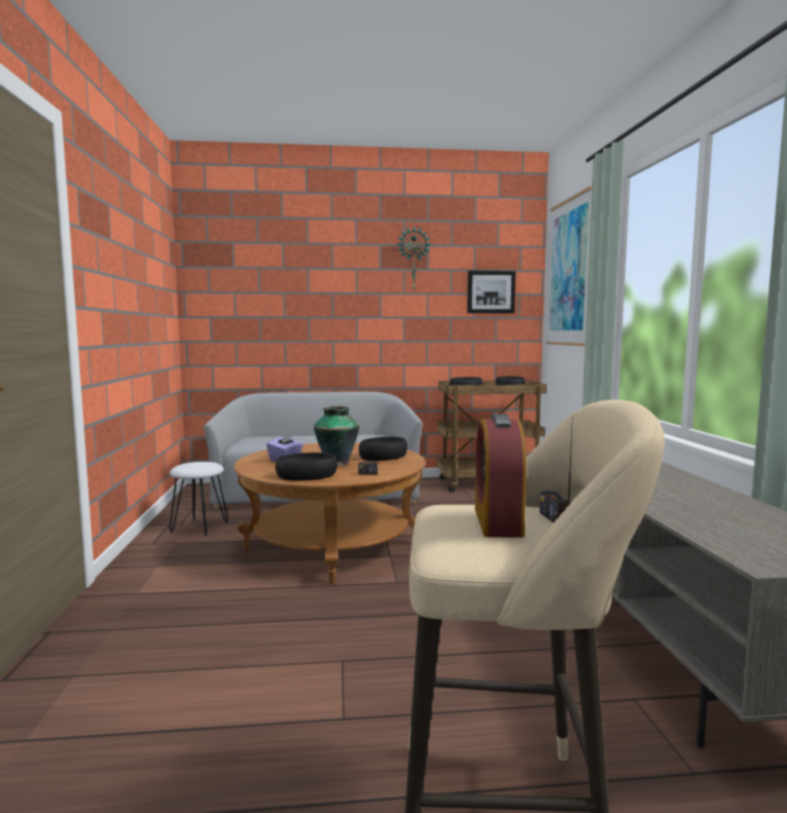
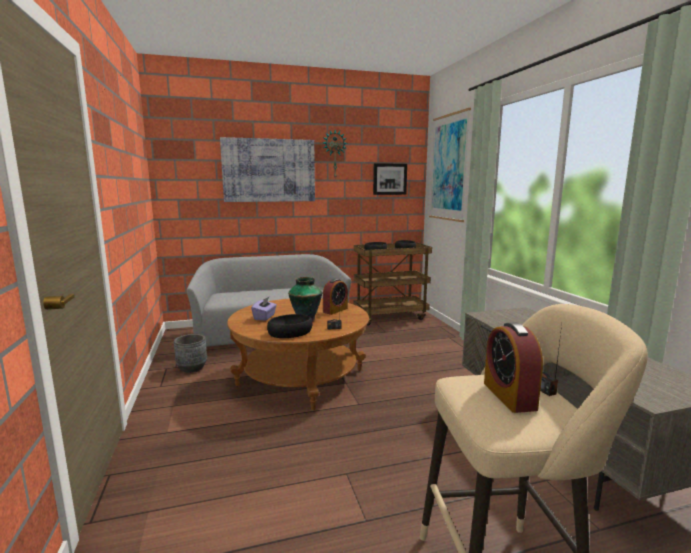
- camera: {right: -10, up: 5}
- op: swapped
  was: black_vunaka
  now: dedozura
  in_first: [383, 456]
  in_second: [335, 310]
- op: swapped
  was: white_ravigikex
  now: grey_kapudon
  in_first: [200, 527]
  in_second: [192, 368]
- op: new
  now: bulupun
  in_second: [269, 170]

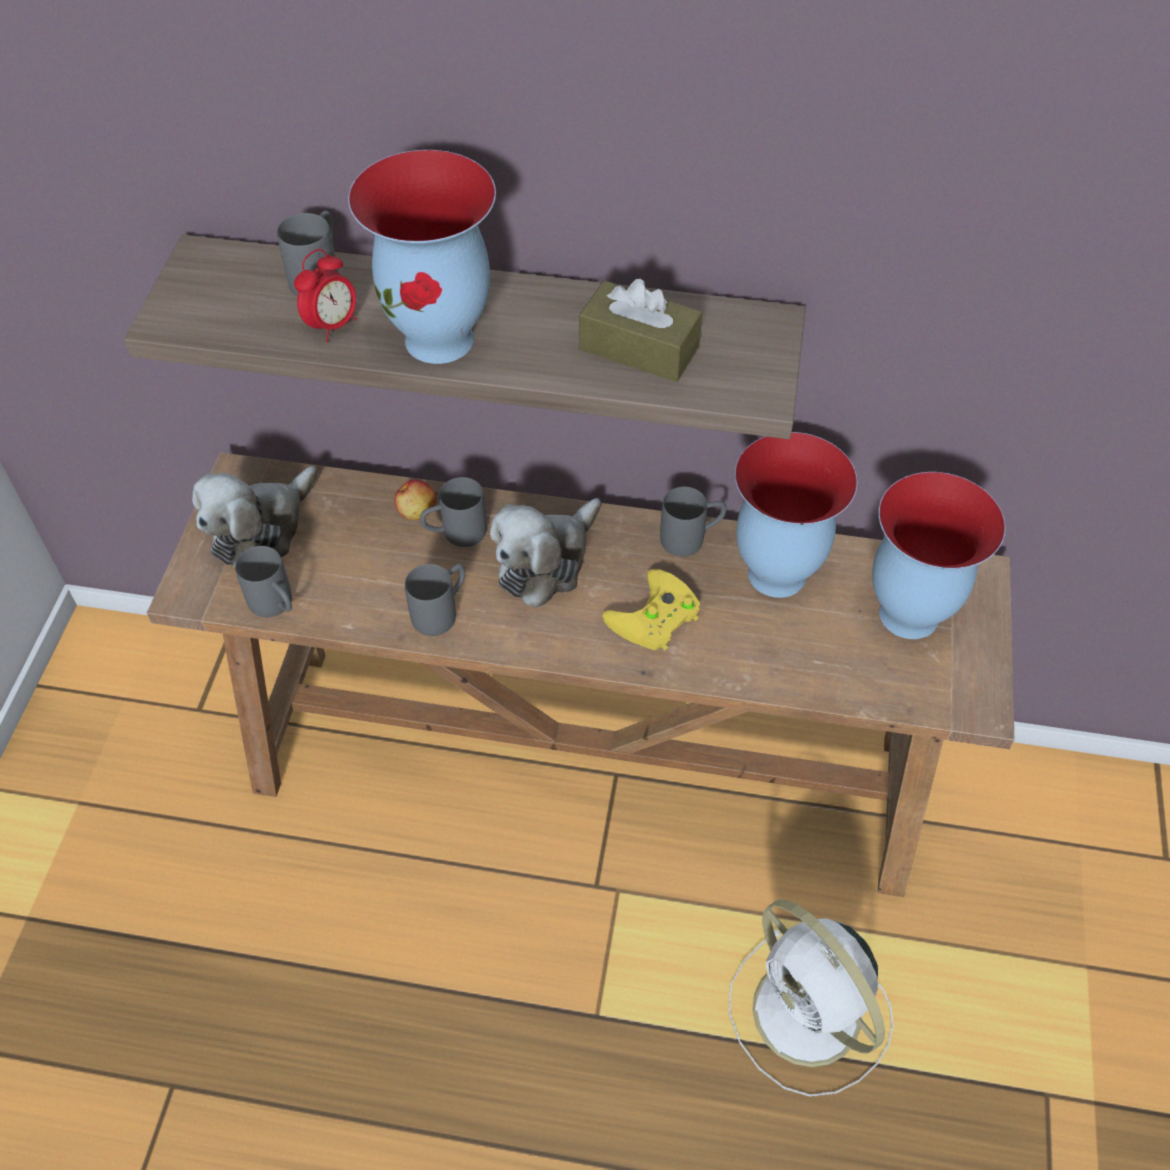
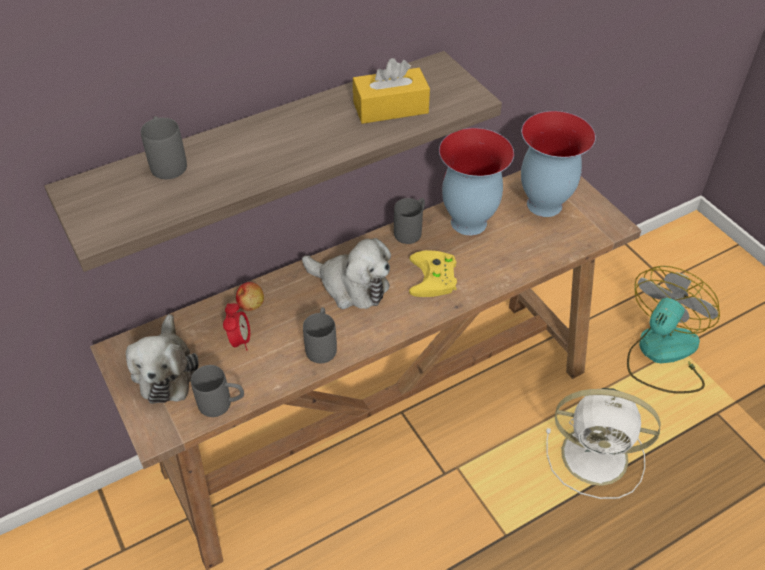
- camera: {right: -40, up: -5}
- op: gone
  was: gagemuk
  in_first: [442, 339]
- op: shifted
  was: dedozura
  in_first: [332, 326]
  in_second: [240, 341]
- op: repainted
  was: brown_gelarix
  now: yellow_gelarix
  in_first: [639, 348]
  in_second: [390, 108]
- op: gone
  was: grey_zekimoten
  in_first: [455, 534]
- op: rotated
  was: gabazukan
  in_first: [546, 562]
  in_second: [351, 286]
  clockwise: -60
- op: new
  now: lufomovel
  in_second: [661, 354]

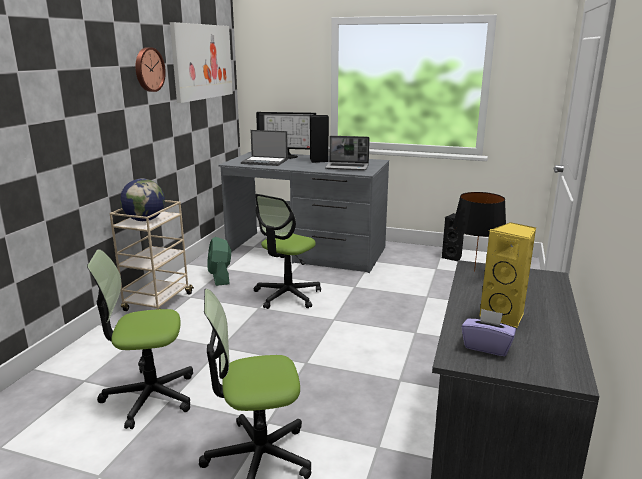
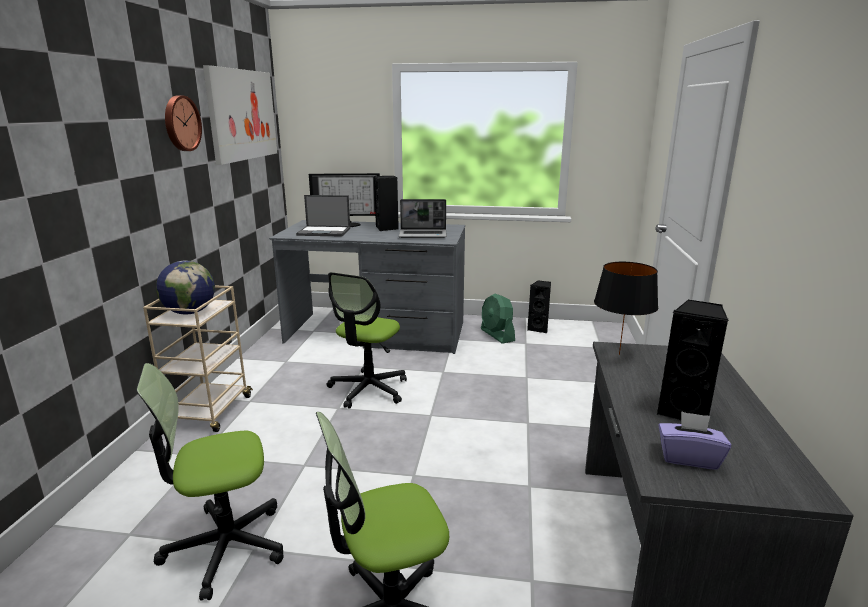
- camera: {right: -10, up: 0}
- op: repainted
  was: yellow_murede
  now: black_murede
  in_first: [504, 316]
  in_second: [684, 411]
- op: shifted
  was: green_lufomovel
  in_first: [220, 277]
  in_second: [497, 335]

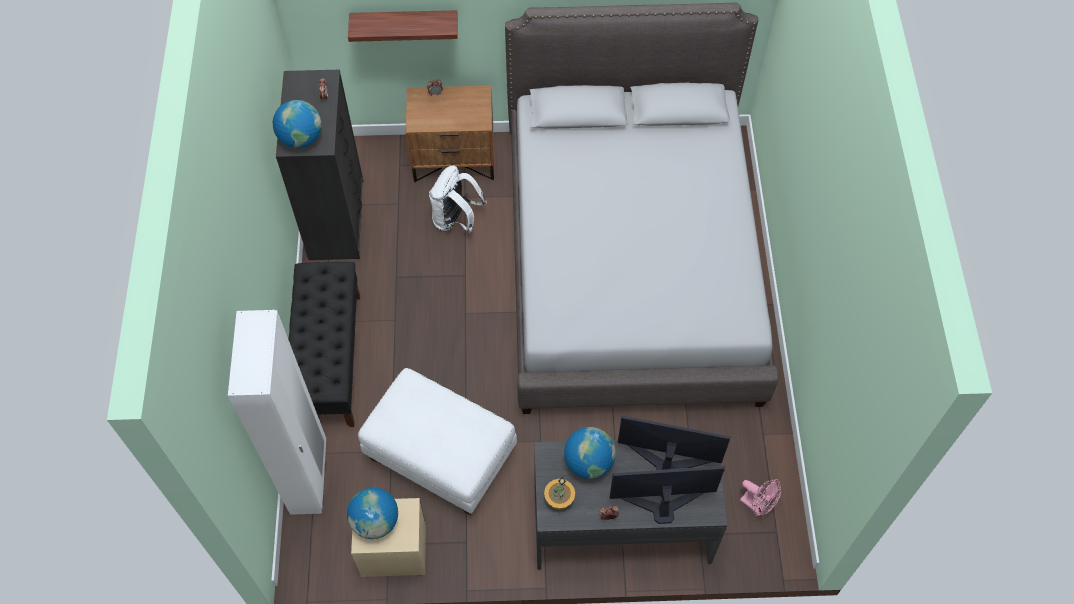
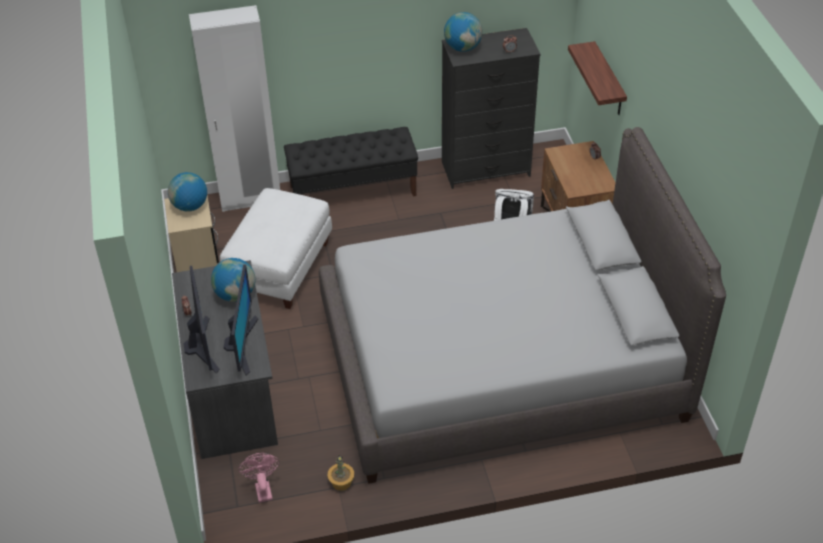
- camera: {right: 80, up: -15}
- op: shifted
  was: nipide
  in_first: [559, 499]
  in_second: [341, 482]
- op: rotated
  was: pink_lufomovel
  in_first: [757, 505]
  in_second: [262, 488]
  clockwise: 135

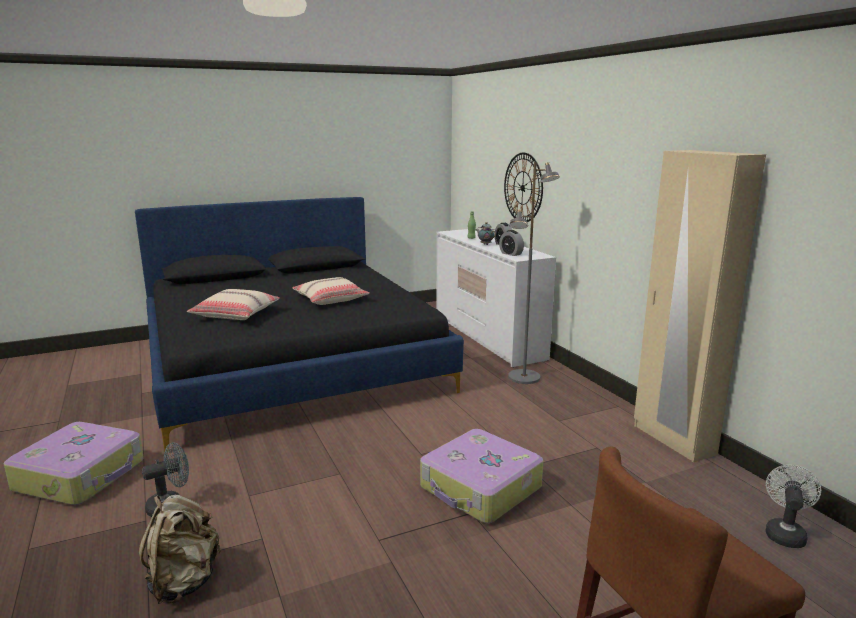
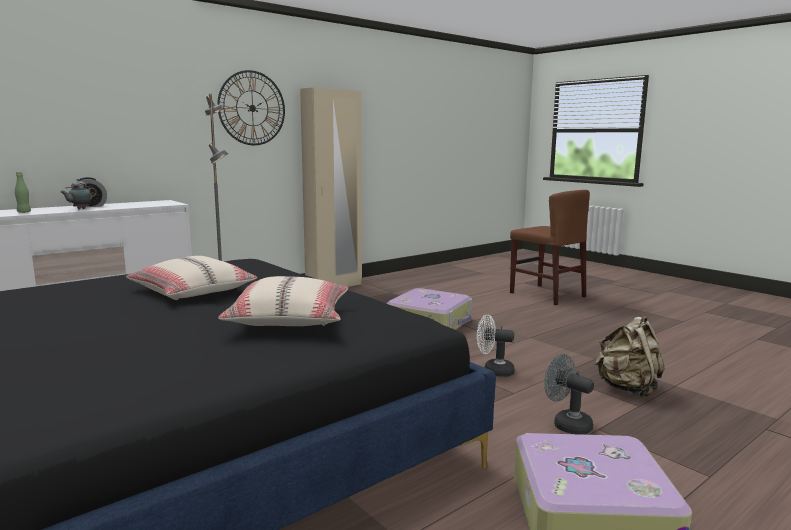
- camera: {right: -105, up: -5}
- op: shifted
  was: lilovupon
  in_first: [523, 188]
  in_second: [252, 108]
- op: gone
  was: dedozura
  in_first: [511, 254]
- op: shifted
  was: white_lufomovel
  in_first: [784, 533]
  in_second: [493, 371]

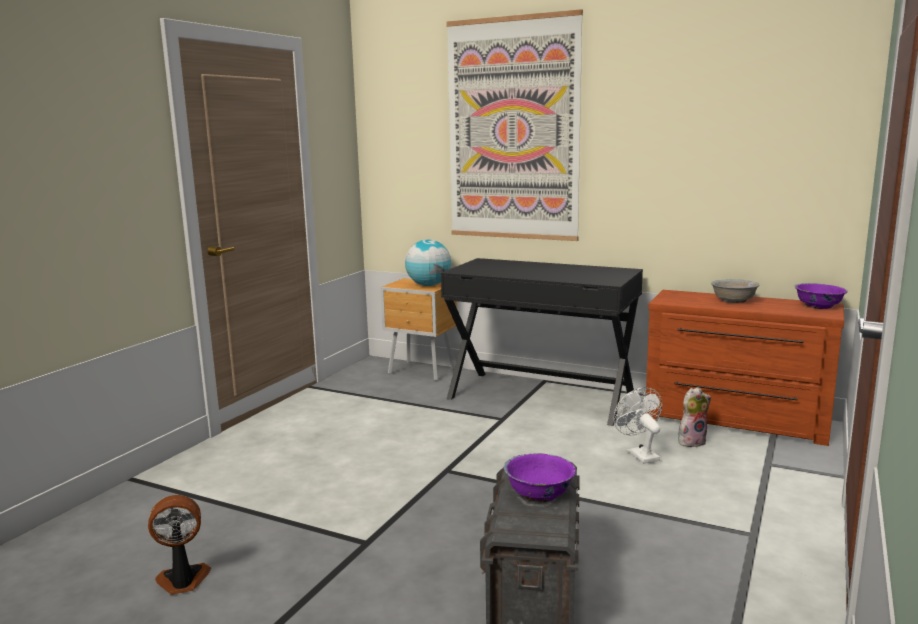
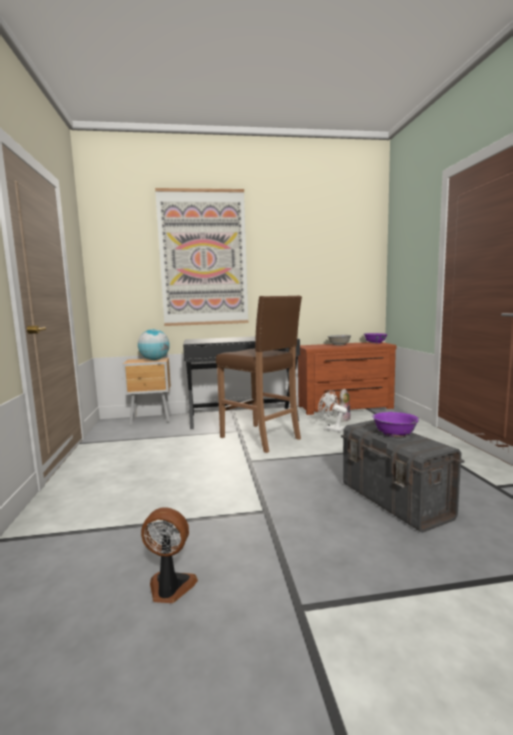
- camera: {right: -35, up: -5}
- op: rotated
  was: lufomovel
  in_first: [183, 581]
  in_second: [170, 588]
  clockwise: 60
- op: new
  now: brown_ravigikex
  in_second: [260, 438]

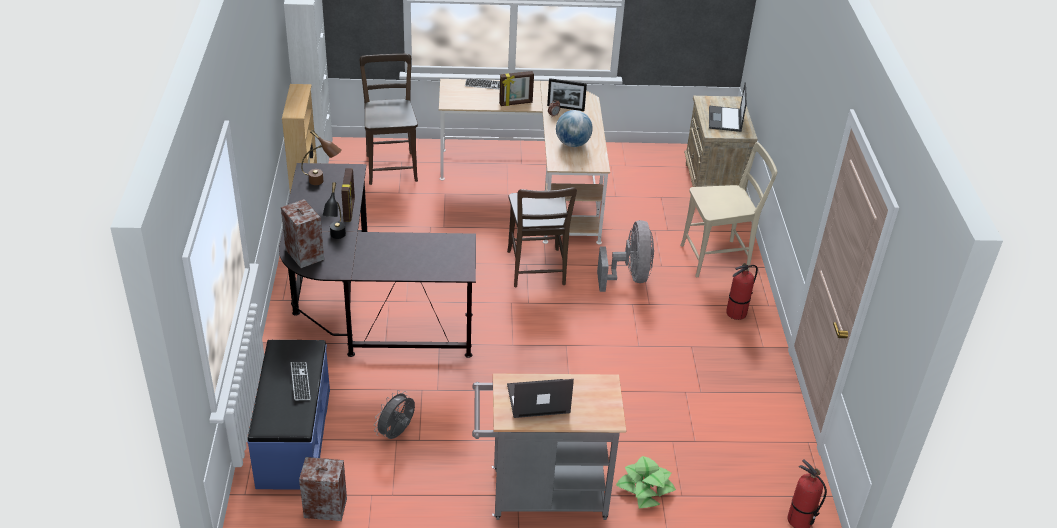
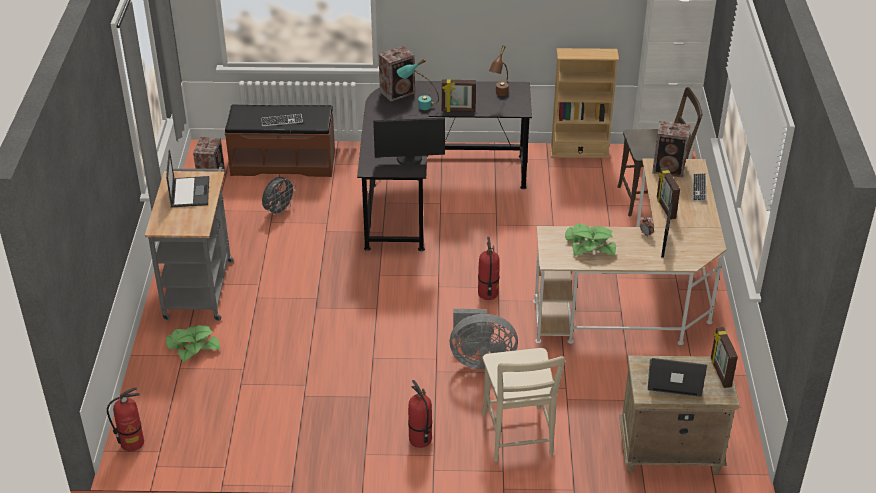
- camera: {right: 95, up: 0}
- op: swapped
  was: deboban
  now: nipide
  in_first: [572, 144]
  in_second: [590, 245]
- op: repainted
  was: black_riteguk
  now: turquoise_riteguk
  in_first: [336, 239]
  in_second: [418, 106]
- op: swapped
  was: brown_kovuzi
  now: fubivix
  in_first: [536, 270]
  in_second: [487, 293]
- op: repainted
  was: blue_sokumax
  now: brown_sokumax
  in_first: [293, 437]
  in_second: [283, 162]
- op: rotated
  was: grey_lufomovel
  in_first: [397, 433]
  in_second: [279, 211]
  clockwise: 90
- op: new
  now: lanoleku
  in_second: [409, 159]
- op: new
  now: murede
  in_second: [669, 169]
- op: new
  now: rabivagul
  in_second: [720, 373]

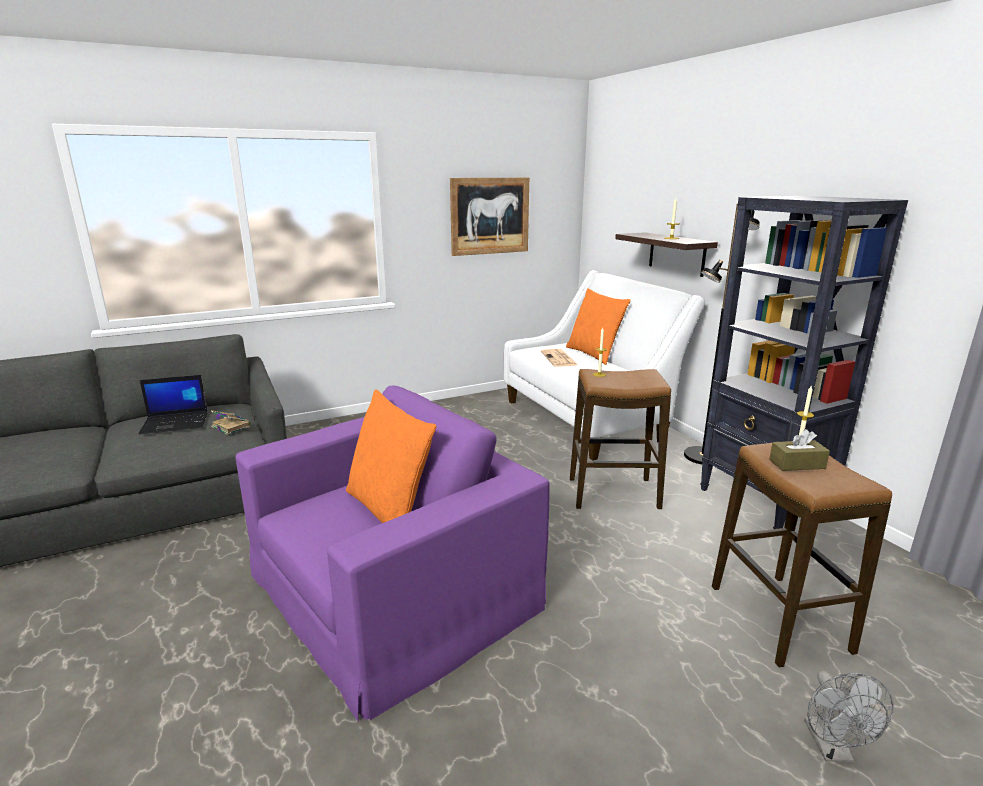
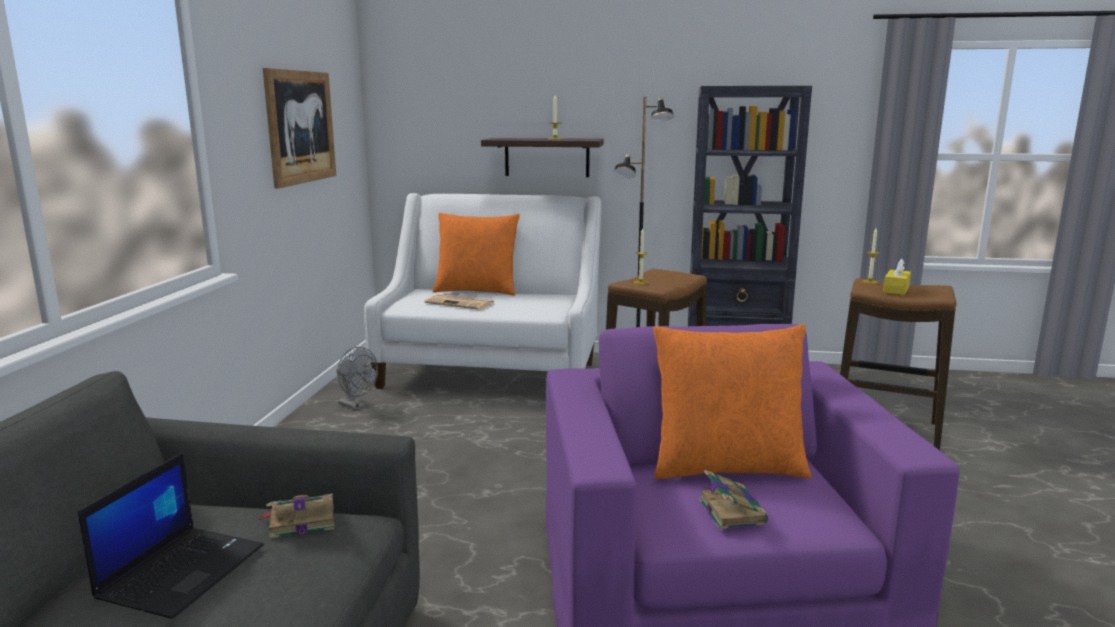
- camera: {right: -55, up: -5}
- op: repainted
  was: brown_gelarix
  now: yellow_gelarix
  in_first: [797, 464]
  in_second: [896, 289]
- op: shifted
  was: grey_lufomovel
  in_first: [832, 749]
  in_second: [357, 406]
- op: new
  now: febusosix
  in_second: [731, 510]

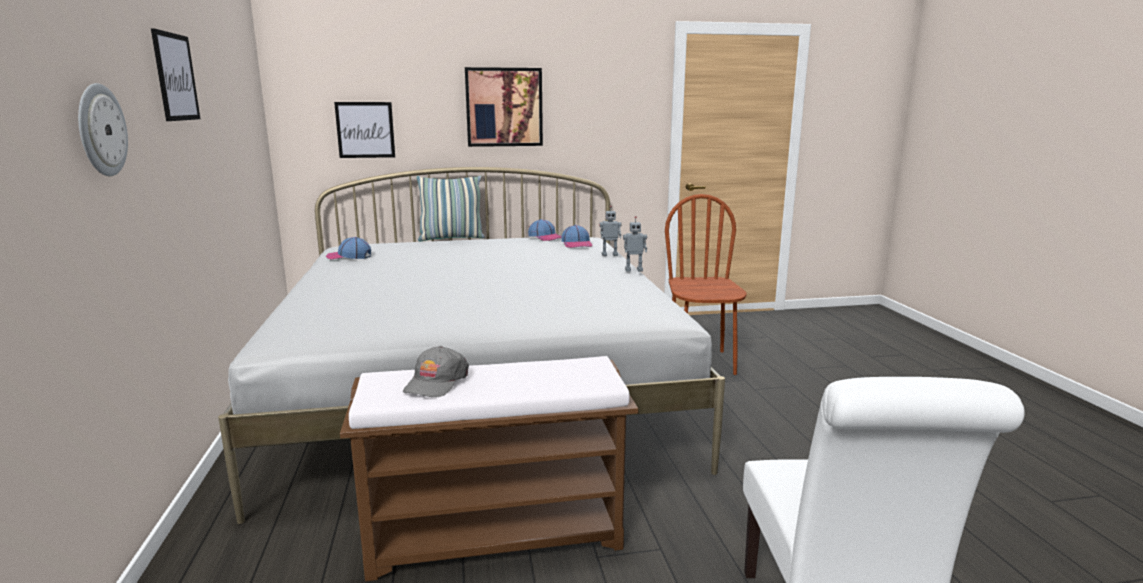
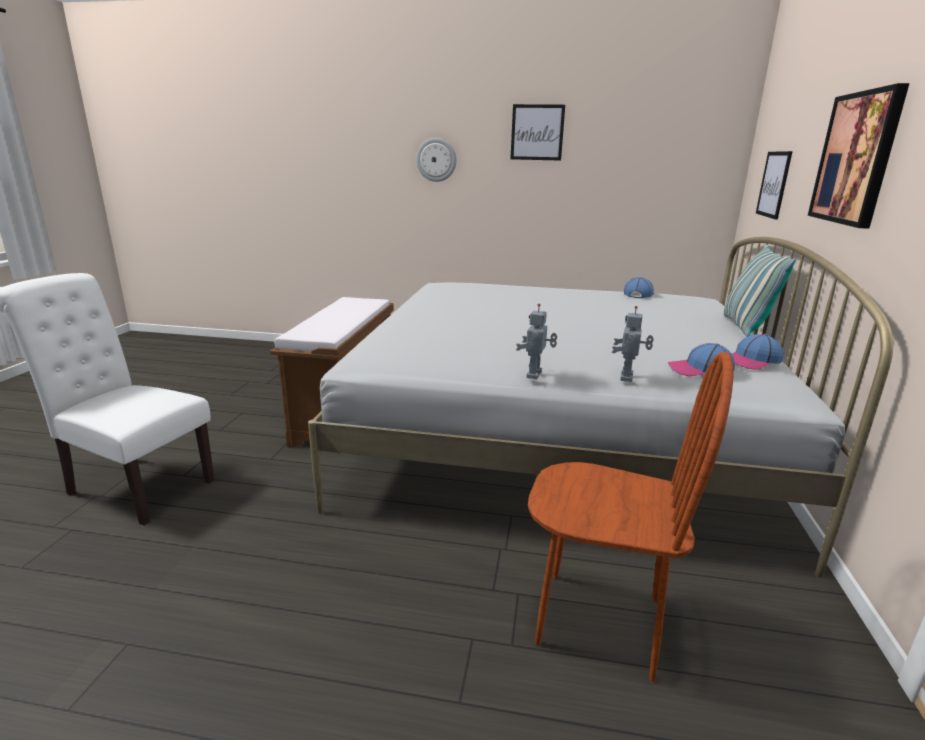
- camera: {right: 110, up: 5}
- op: gone
  was: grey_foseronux
  in_first: [436, 382]

